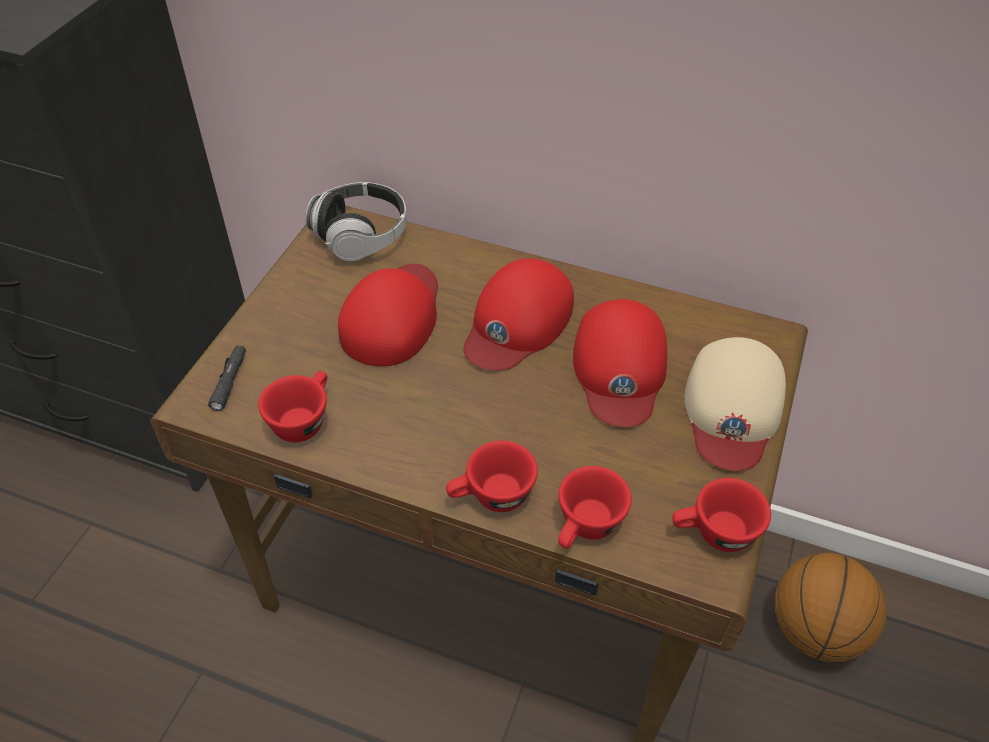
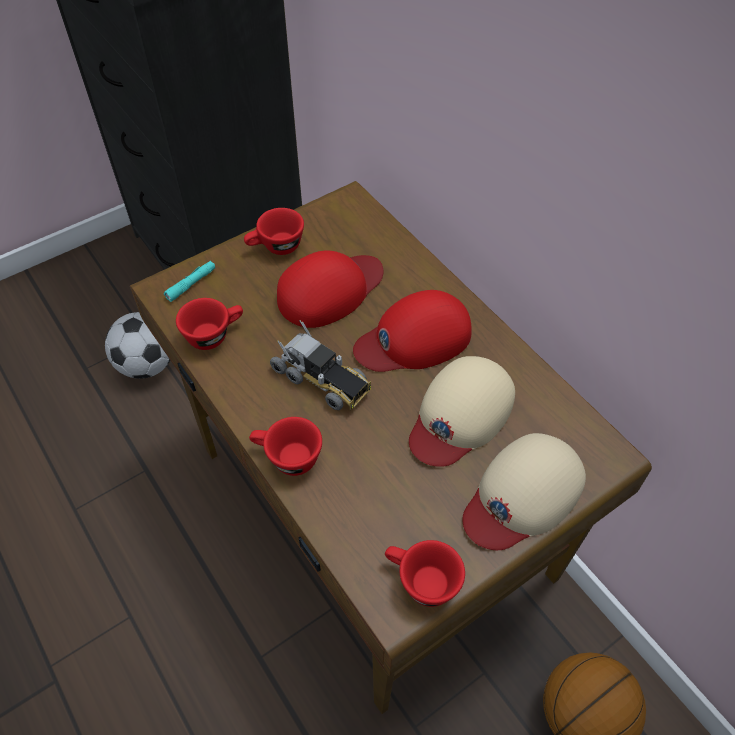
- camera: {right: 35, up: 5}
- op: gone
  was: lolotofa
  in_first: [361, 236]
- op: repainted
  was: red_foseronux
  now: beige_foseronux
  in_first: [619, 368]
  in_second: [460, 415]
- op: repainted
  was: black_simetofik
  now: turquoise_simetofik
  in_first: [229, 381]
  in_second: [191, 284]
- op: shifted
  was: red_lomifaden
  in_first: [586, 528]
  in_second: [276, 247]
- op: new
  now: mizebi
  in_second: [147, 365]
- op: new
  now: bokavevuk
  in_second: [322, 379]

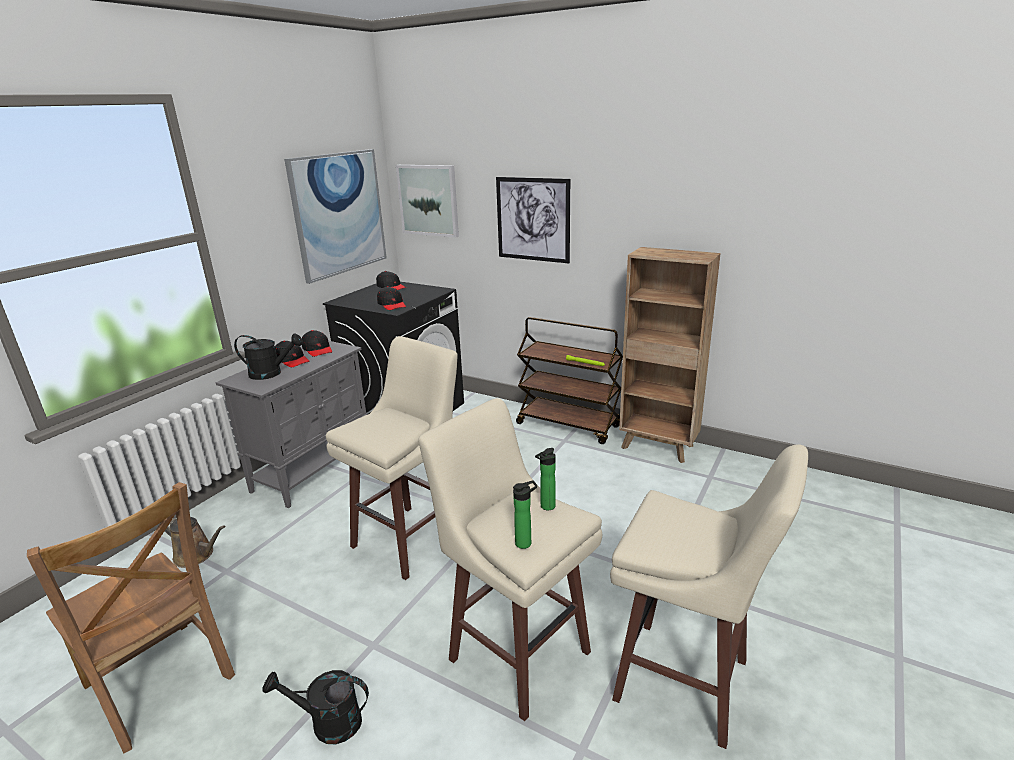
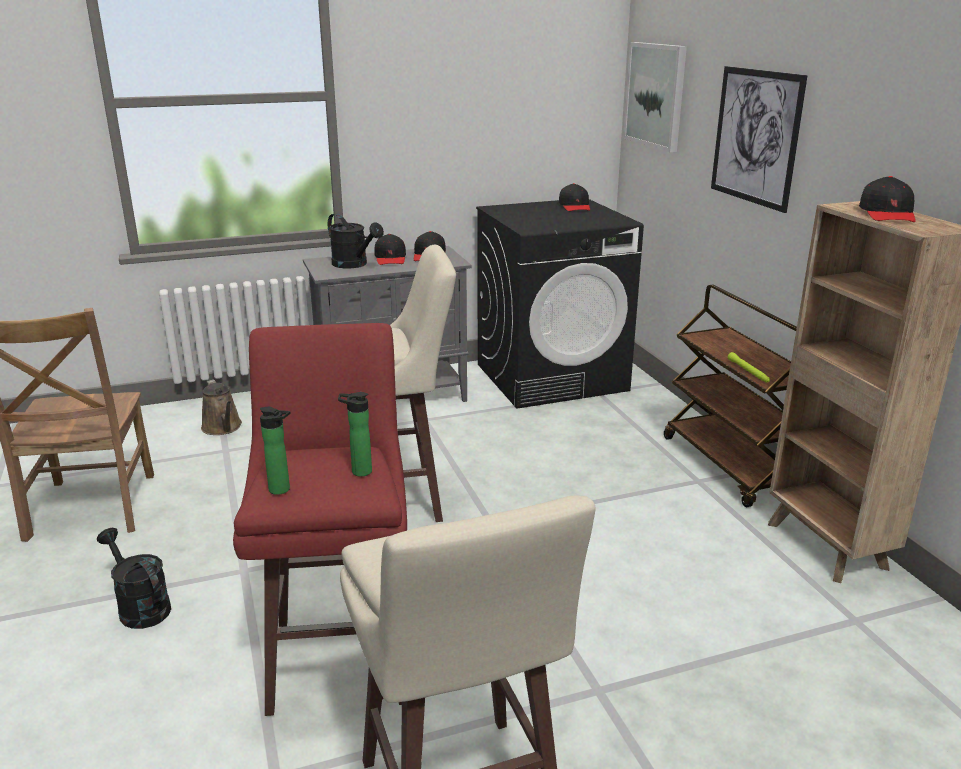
- camera: {right: 40, up: 0}
- op: gone
  was: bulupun
  in_first: [339, 213]
- op: shifted
  was: black_foseronux
  in_first: [392, 304]
  in_second: [887, 214]
- op: repainted
  was: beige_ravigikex
  now: red_ravigikex
  in_first: [517, 652]
  in_second: [341, 656]

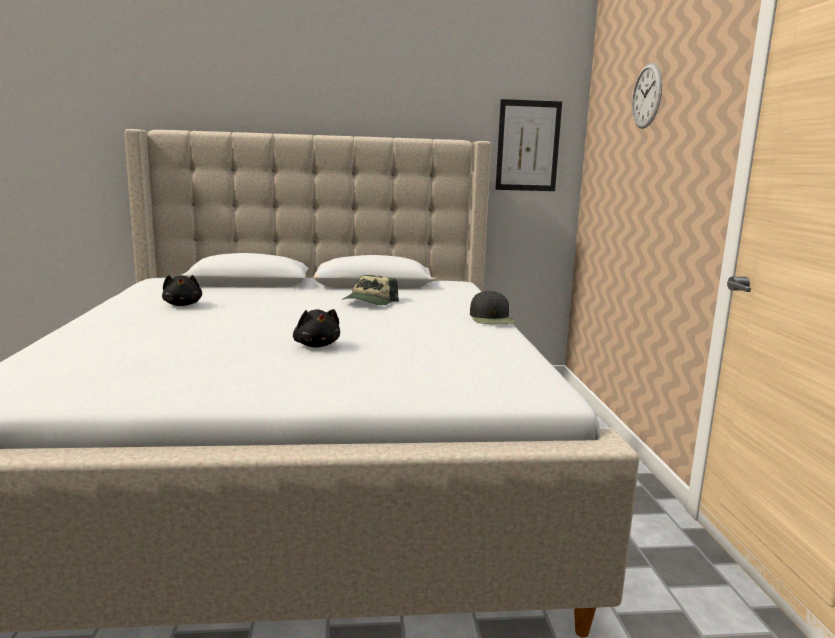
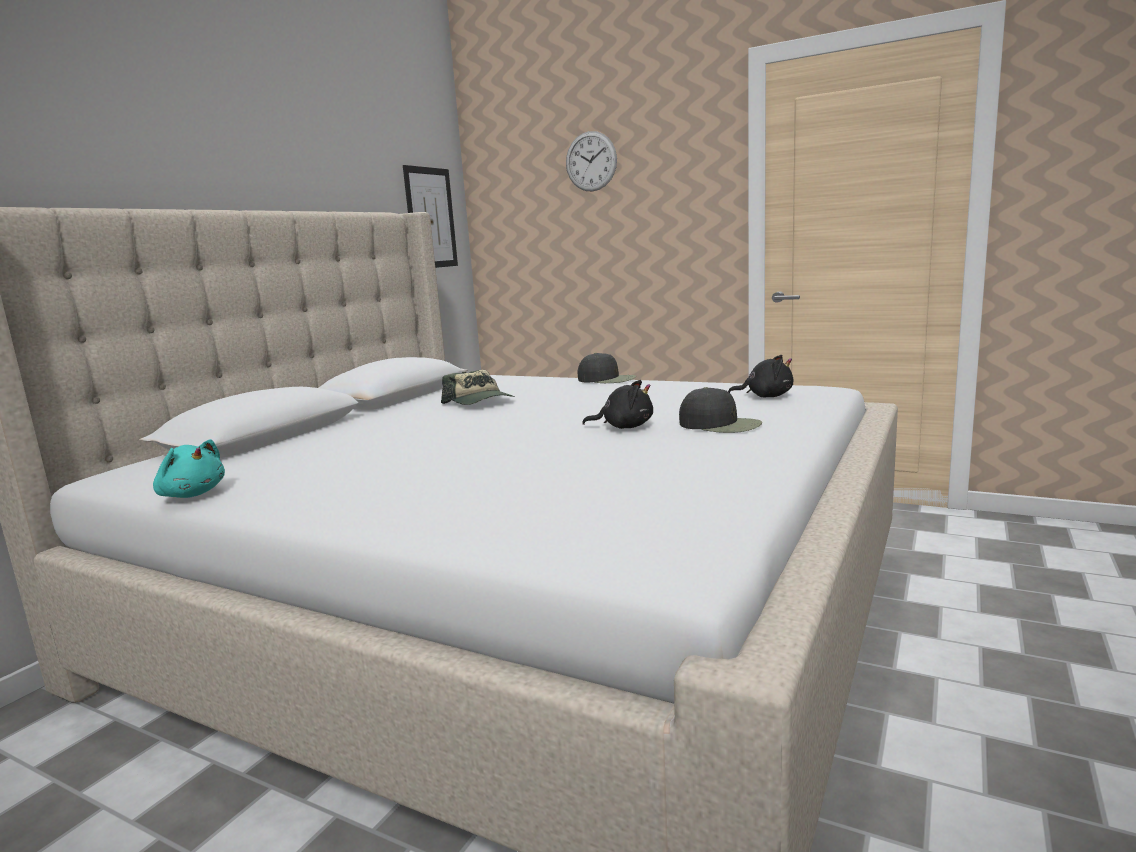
- camera: {right: -55, up: 0}
- op: shifted
  was: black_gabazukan
  in_first: [183, 305]
  in_second: [765, 396]
- op: new
  now: black_foseronux
  in_second: [720, 425]
- op: new
  now: turquoise_gabazukan
  in_second: [192, 494]

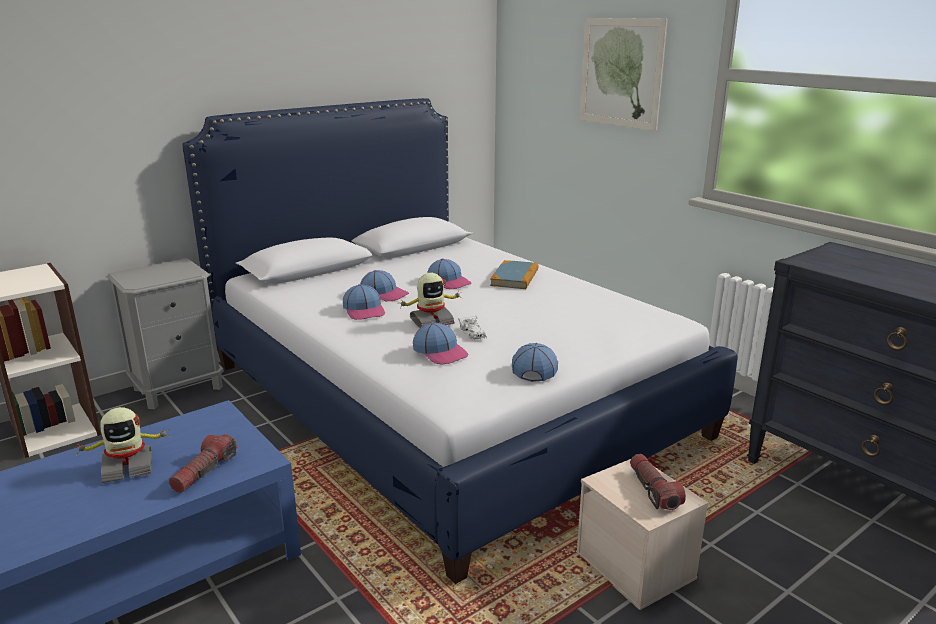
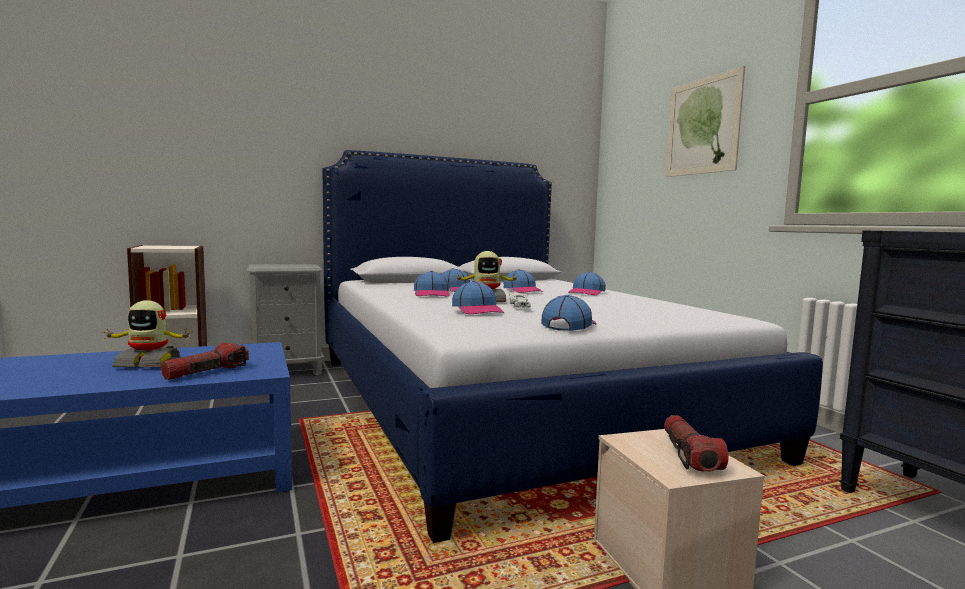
- camera: {right: 15, up: -15}
- op: swapped
  was: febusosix
  now: foseronux
  in_first: [515, 277]
  in_second: [586, 292]

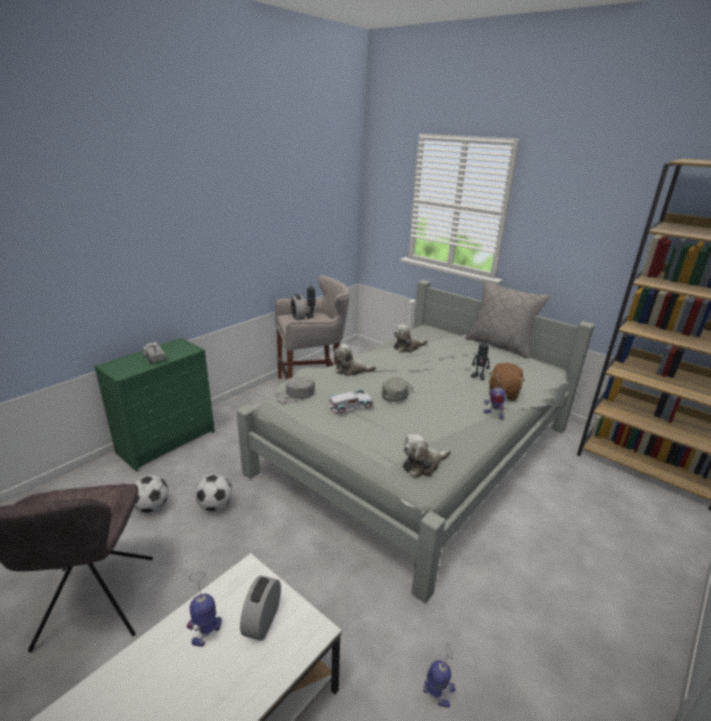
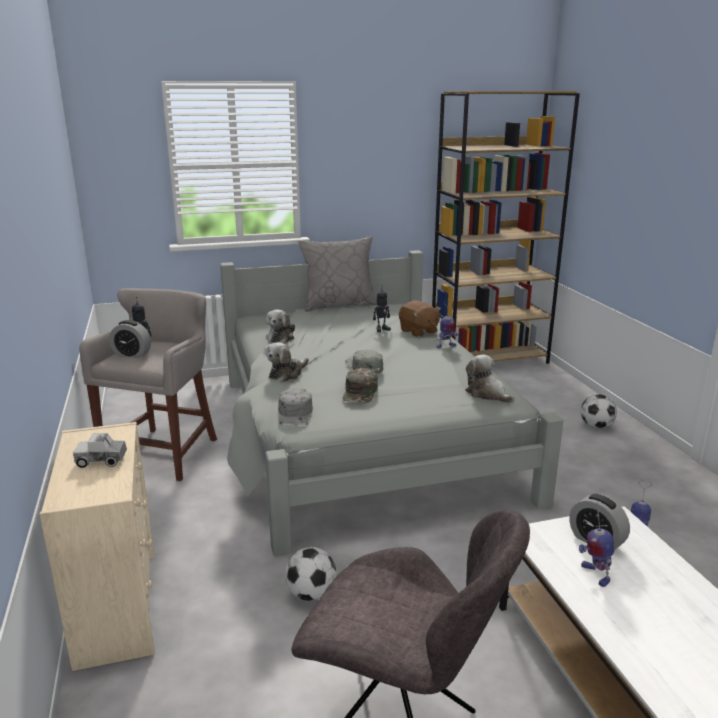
- camera: {right: -55, up: -5}
- op: repainted
  was: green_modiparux
  now: beige_modiparux
  in_first: [168, 441]
  in_second: [117, 605]
- op: swapped
  was: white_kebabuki
  now: green_foseronux
  in_first: [351, 405]
  in_second: [360, 392]
- op: rotated
  was: gabazukan
  in_first: [423, 465]
  in_second: [487, 394]
  clockwise: 135
- op: shifted
  was: mizebi
  in_first: [152, 507]
  in_second: [596, 426]

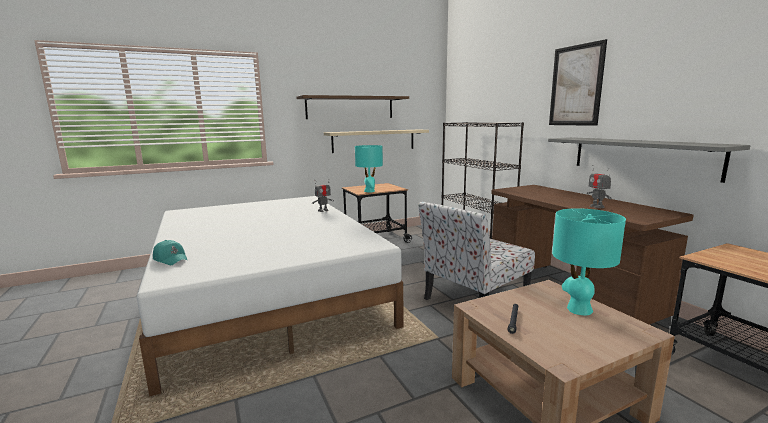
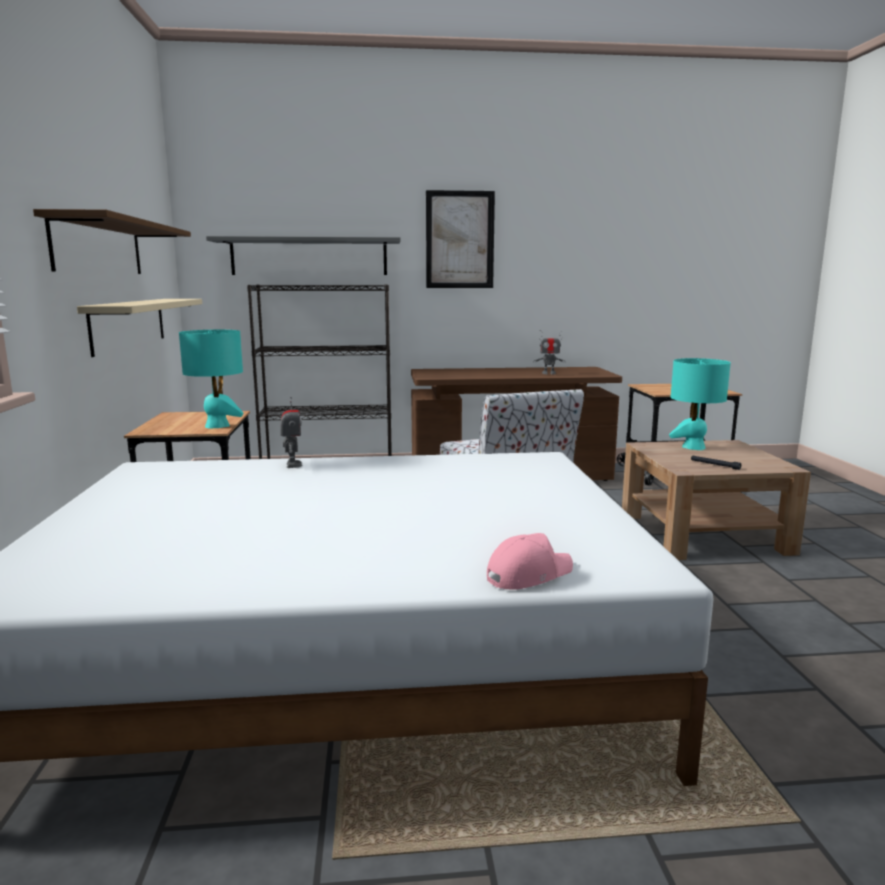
- camera: {right: -70, up: 0}
- op: shifted
  was: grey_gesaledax
  in_first: [641, 156]
  in_second: [309, 257]
- op: repainted
  was: turquoise_foseronux
  now: pink_foseronux
  in_first: [171, 259]
  in_second: [528, 574]

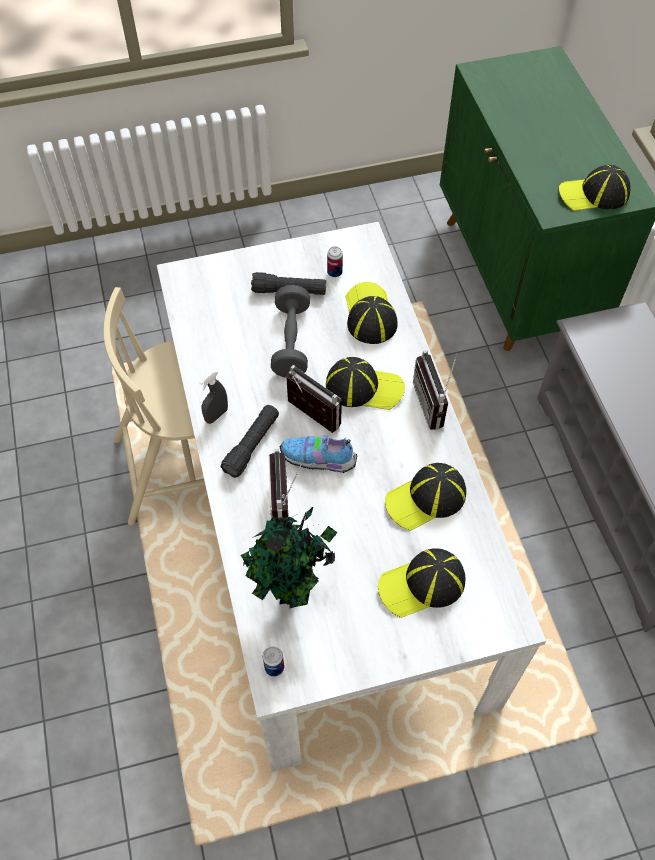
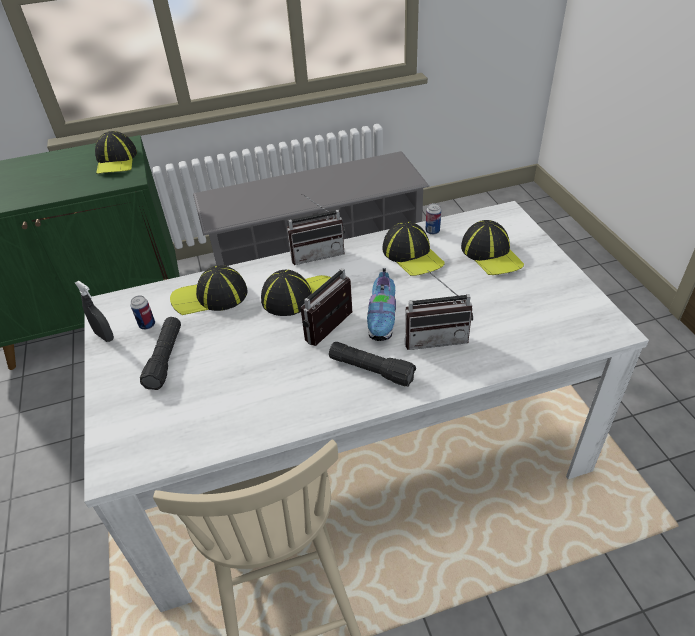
- camera: {right: -90, up: -15}
- op: gone
  was: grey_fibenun
  in_first: [291, 341]
- op: rotated
  was: foseronux
  in_first: [364, 387]
  in_second: [298, 296]
  clockwise: 60
- op: shifted
  was: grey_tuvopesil
  in_first: [216, 415]
  in_second: [104, 336]
- op: gone
  was: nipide
  in_first: [292, 592]
- op: shifted
  was: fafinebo
  in_first: [274, 667]
  in_second: [432, 231]

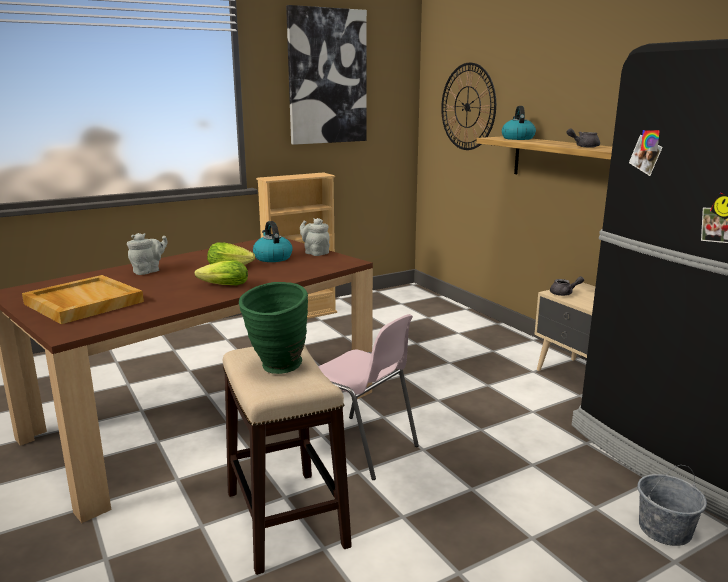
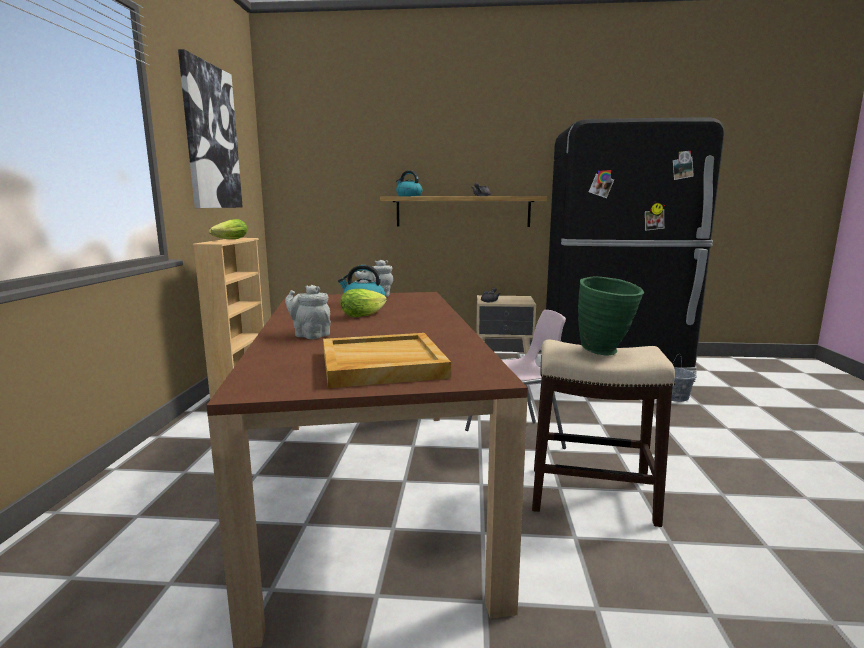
- camera: {right: -55, up: -5}
- op: gone
  was: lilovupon
  in_first: [467, 107]
- op: rotated
  was: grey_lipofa
  in_first: [148, 271]
  in_second: [310, 335]
  clockwise: -45
- op: shifted
  was: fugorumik
  in_first: [221, 286]
  in_second: [228, 239]

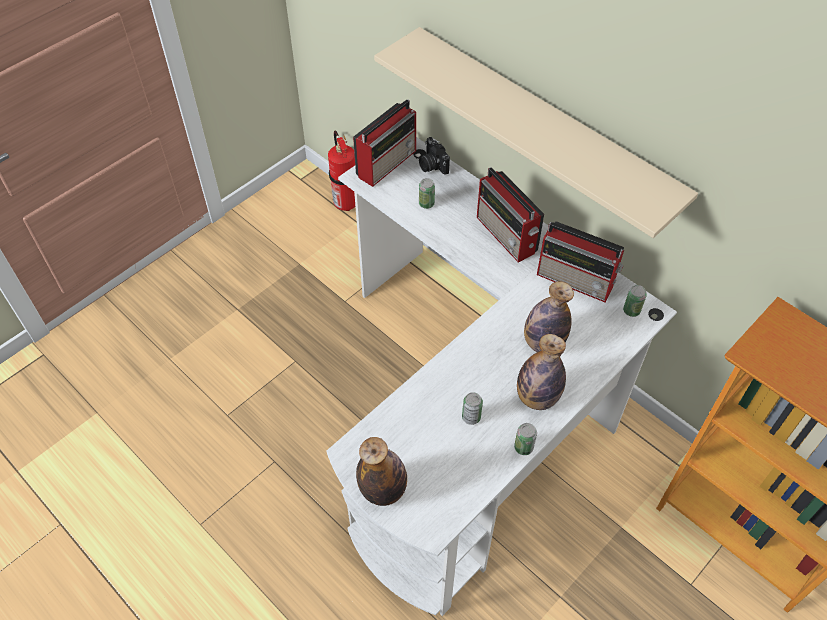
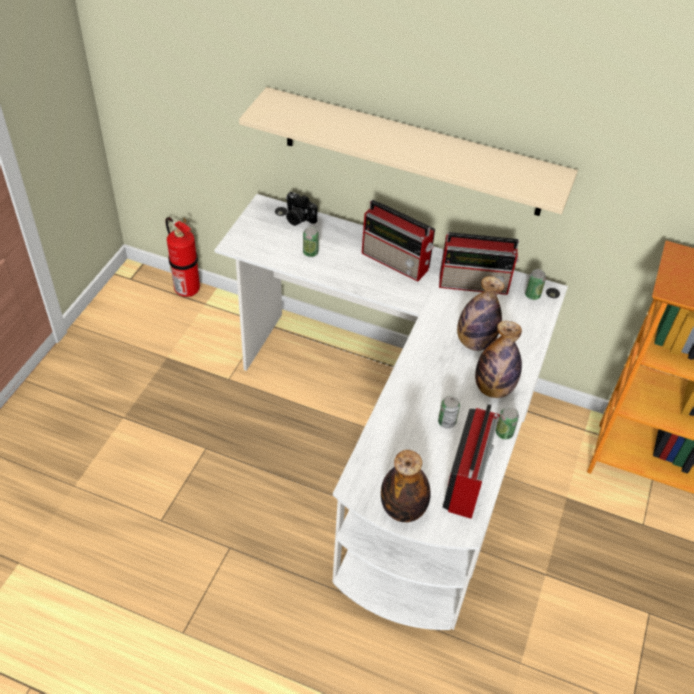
- camera: {right: -25, up: -5}
- op: shifted
  was: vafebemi
  in_first: [387, 162]
  in_second: [467, 478]

